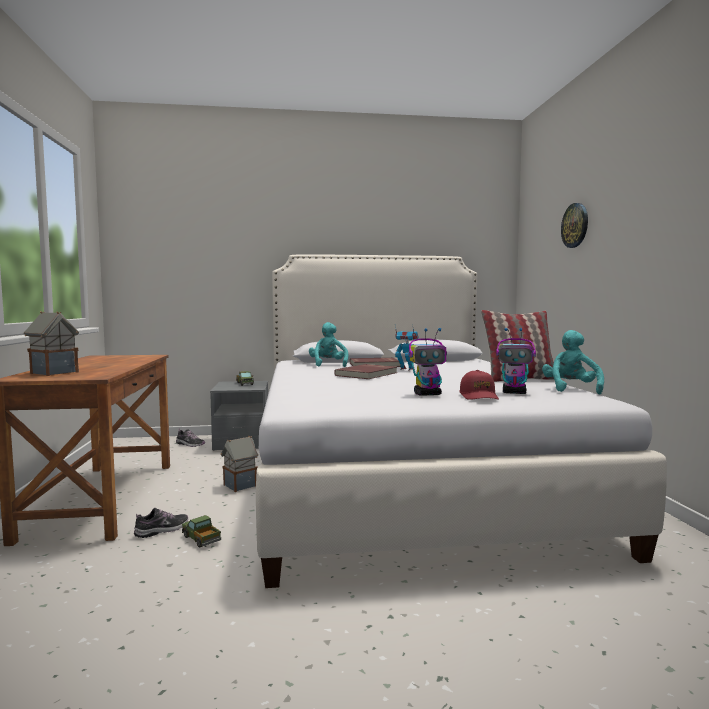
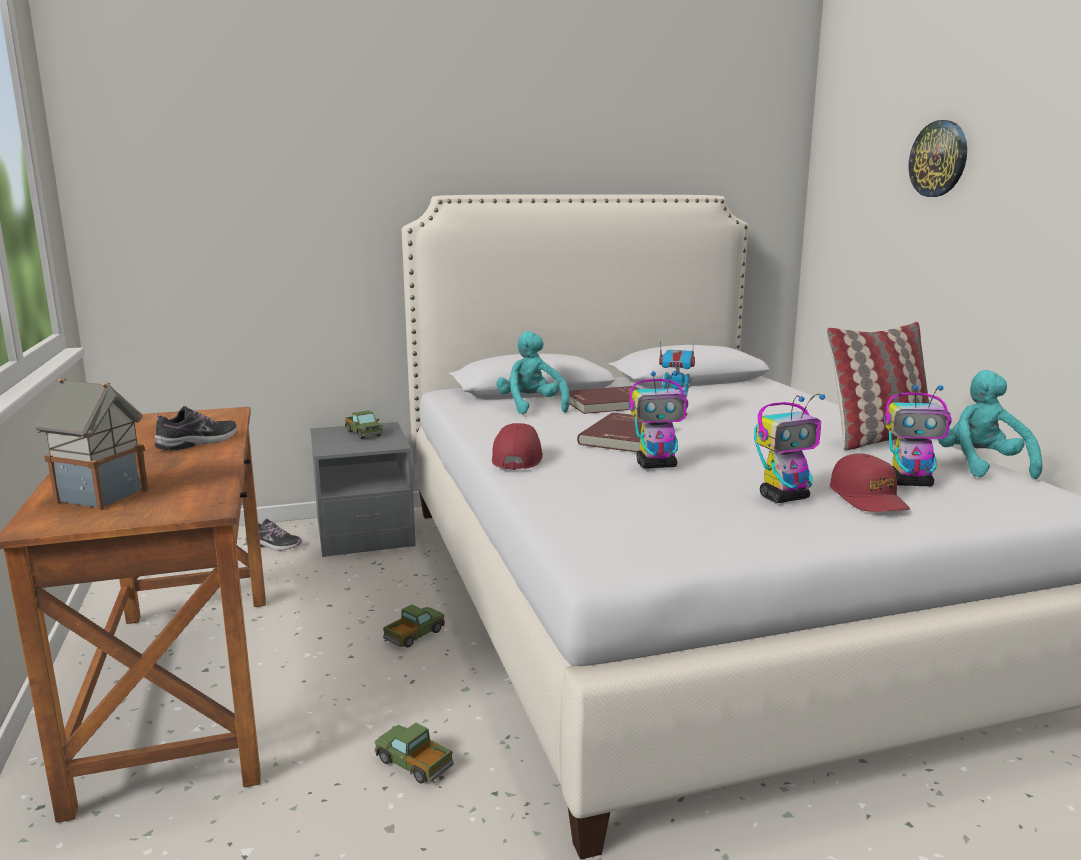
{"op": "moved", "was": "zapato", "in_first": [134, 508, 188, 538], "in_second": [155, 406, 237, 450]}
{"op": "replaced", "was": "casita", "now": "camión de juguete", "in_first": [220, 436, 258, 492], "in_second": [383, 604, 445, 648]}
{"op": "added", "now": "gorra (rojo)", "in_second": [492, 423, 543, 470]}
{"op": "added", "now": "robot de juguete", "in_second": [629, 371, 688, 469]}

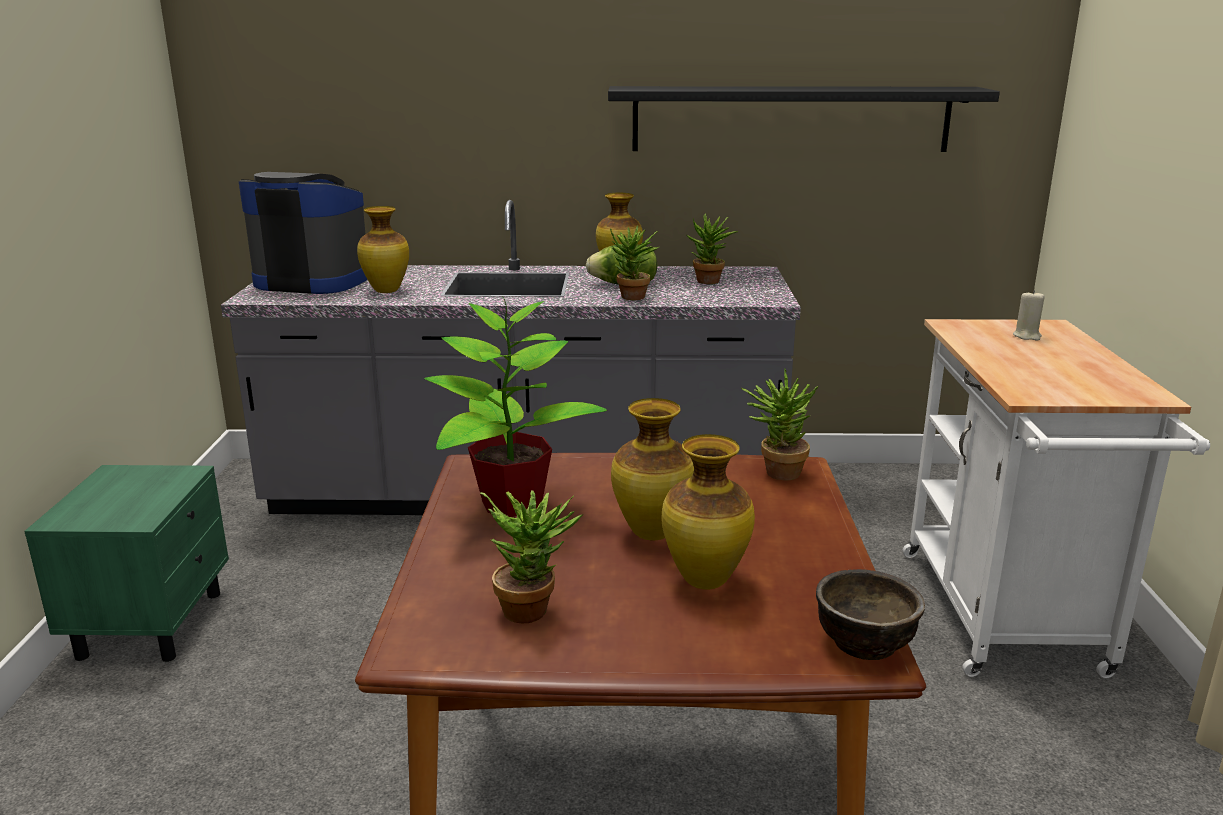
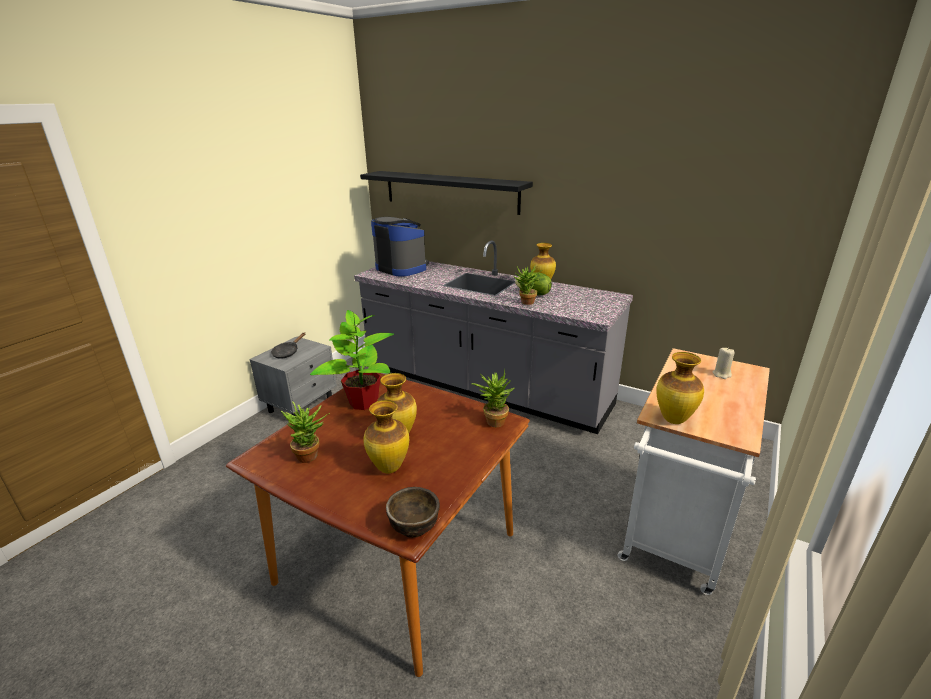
{"op": "recoloured", "was": "mesita de noche (verde)", "now": "mesita de noche (gris)", "in_first": [24, 465, 229, 662], "in_second": [250, 336, 337, 416]}
{"op": "added", "now": "sartén (negro)", "in_second": [271, 332, 305, 359]}
{"op": "moved", "was": "estante (negro)", "in_first": [608, 86, 1000, 152], "in_second": [360, 171, 533, 215]}
{"op": "moved", "was": "florero", "in_first": [357, 206, 409, 293], "in_second": [656, 352, 704, 424]}
{"op": "removed", "was": "planta en maceta", "in_first": [686, 214, 738, 284]}

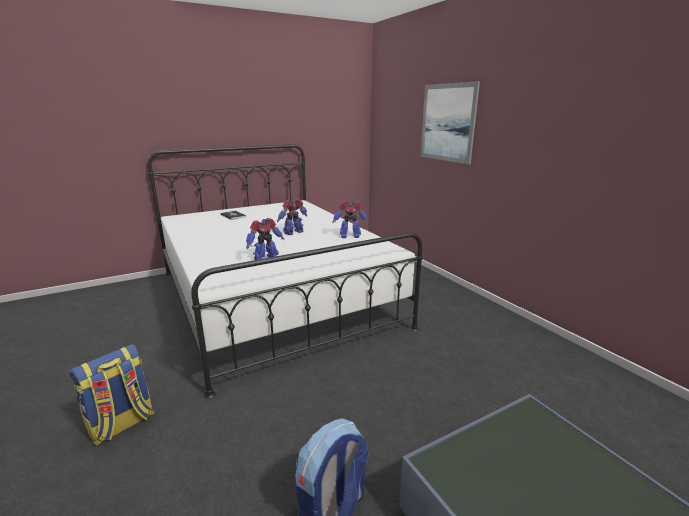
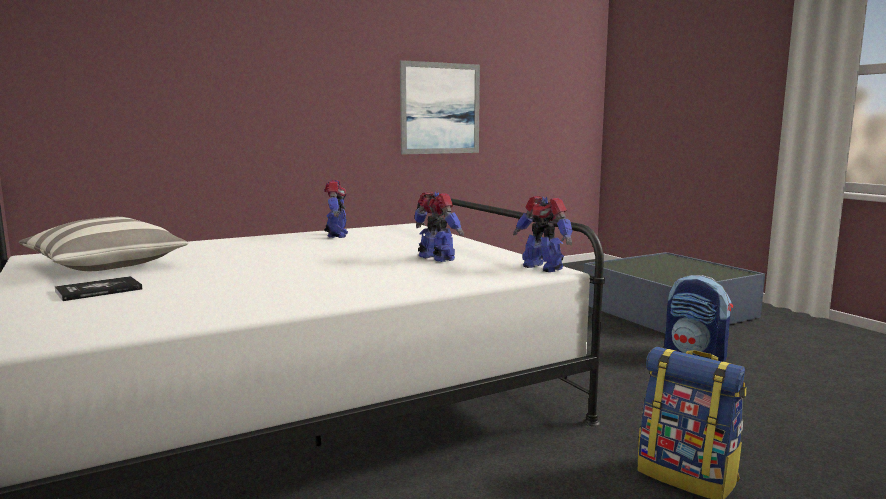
{"op": "added", "now": "cojín", "in_second": [19, 217, 189, 271]}
{"op": "moved", "was": "cuadro", "in_first": [420, 81, 480, 164], "in_second": [400, 60, 480, 155]}
{"op": "moved", "was": "robot de juguete", "in_first": [277, 199, 307, 235], "in_second": [513, 196, 573, 272]}

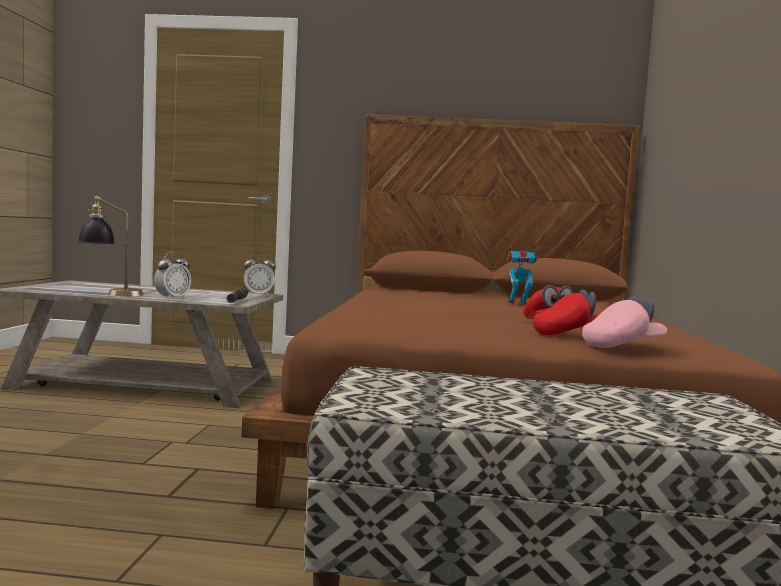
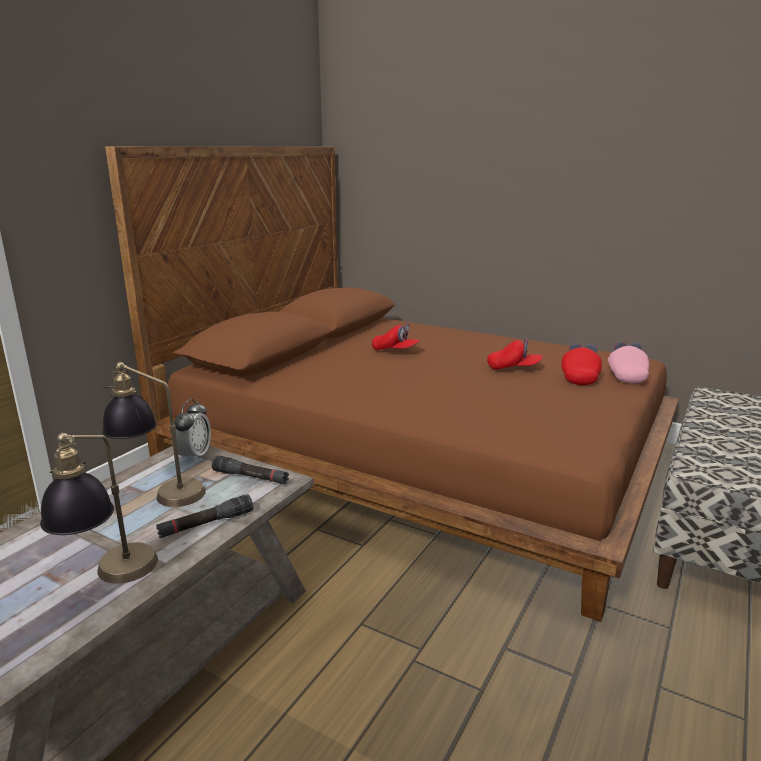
{"op": "added", "now": "lámpara de mesa", "in_second": [102, 362, 206, 507]}
{"op": "replaced", "was": "despertador", "now": "linterna (negro)", "in_first": [154, 252, 191, 300], "in_second": [156, 494, 253, 538]}
{"op": "replaced", "was": "robot de juguete", "now": "gorra (rojo)", "in_first": [507, 240, 538, 305], "in_second": [372, 323, 420, 351]}

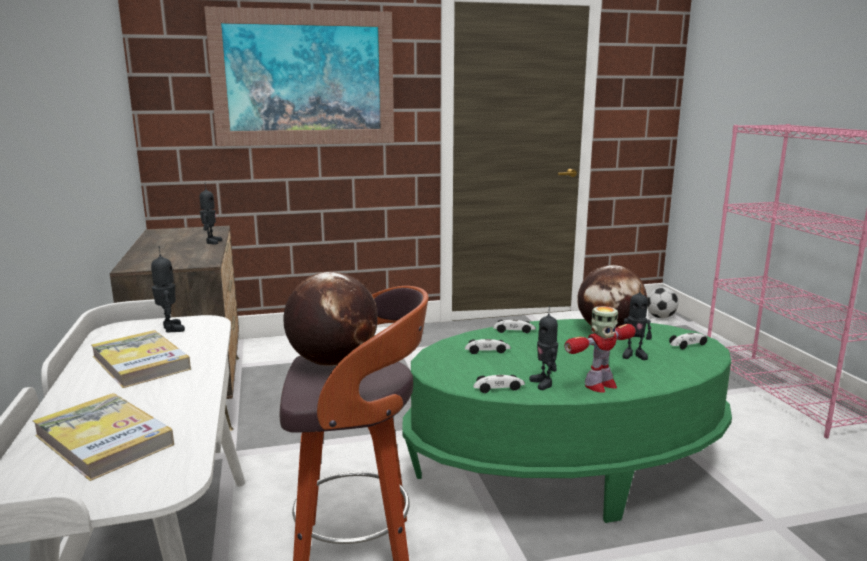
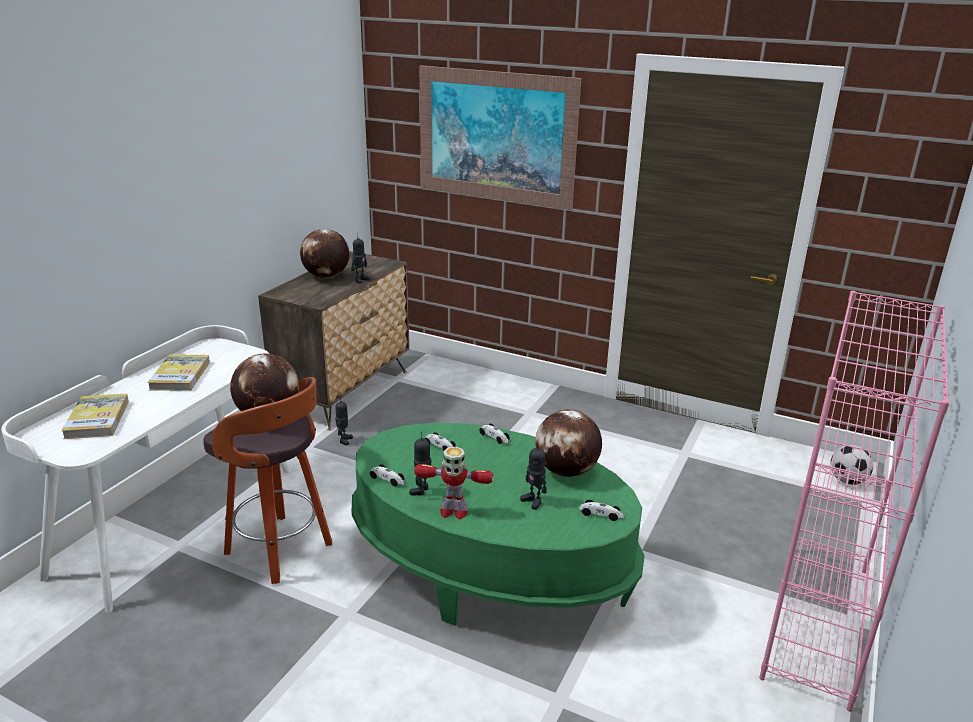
{"op": "added", "now": "globo terráqueo", "in_second": [300, 229, 350, 278]}
{"op": "moved", "was": "robot de juguete", "in_first": [151, 246, 185, 332], "in_second": [335, 396, 353, 445]}

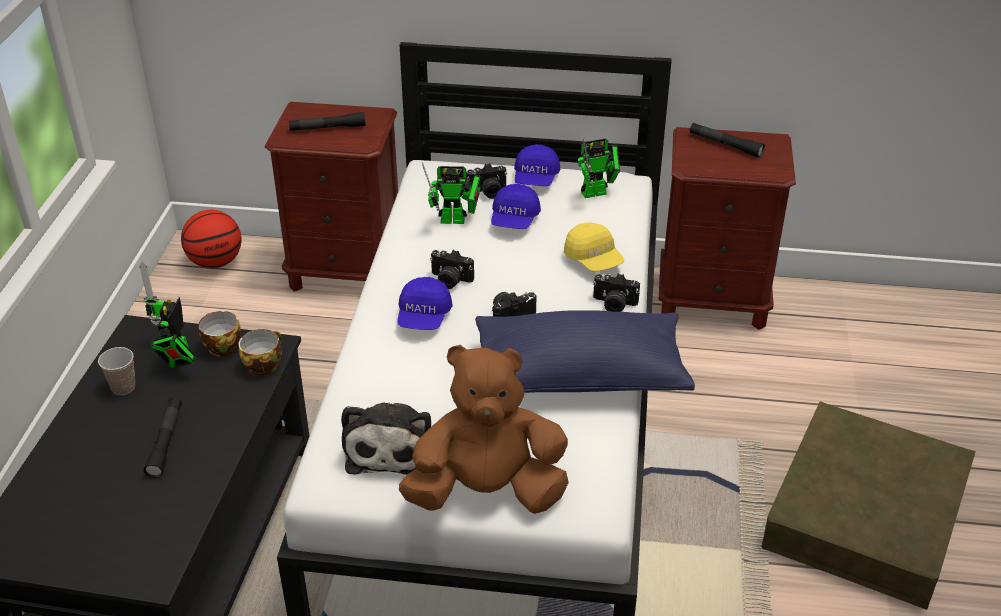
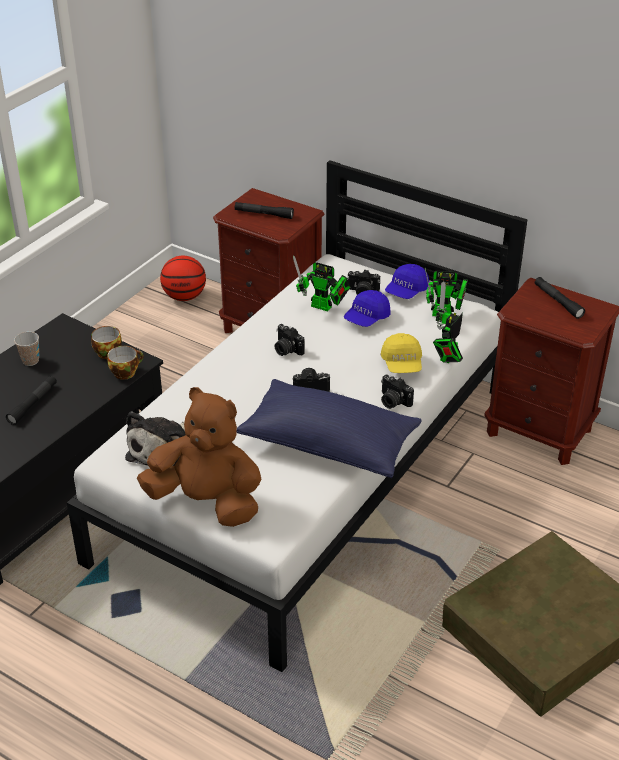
{"op": "moved", "was": "robot de juguete", "in_first": [140, 261, 197, 368], "in_second": [433, 281, 463, 363]}
{"op": "removed", "was": "gorra (azul)", "in_first": [397, 277, 453, 330]}

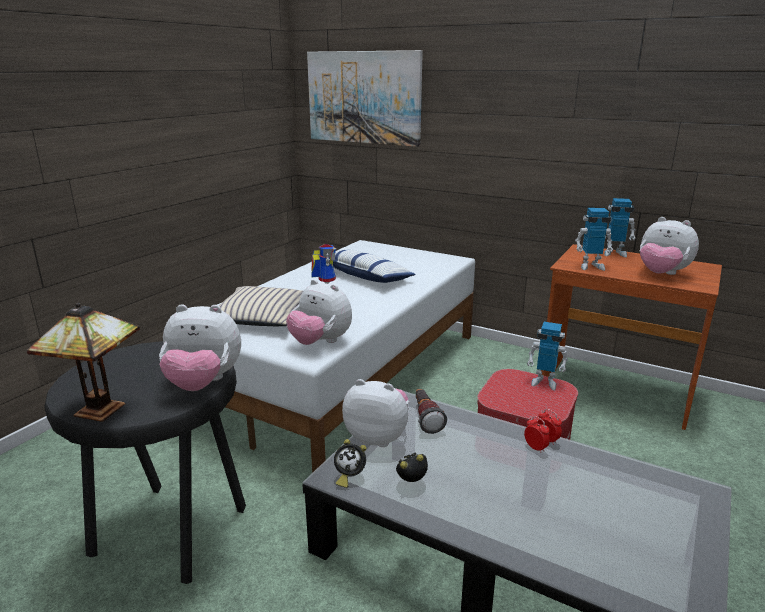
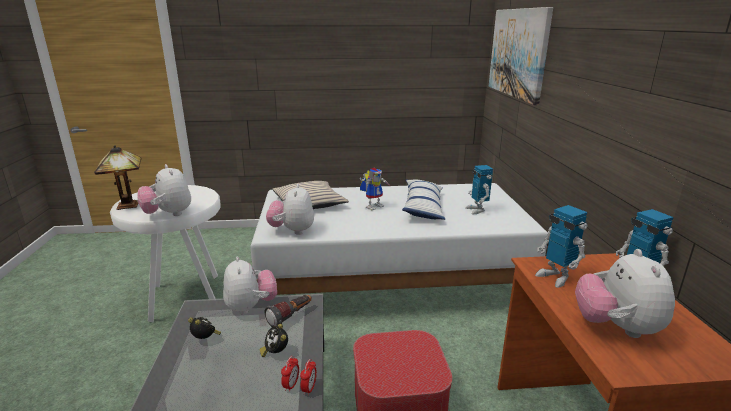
{"op": "recoloured", "was": "taburete (negro)", "now": "taburete (blanco)", "in_first": [44, 341, 246, 584], "in_second": [110, 185, 221, 322]}
{"op": "moved", "was": "despertador", "in_first": [334, 439, 366, 488], "in_second": [260, 324, 288, 357]}
{"op": "moved", "was": "robot de juguete", "in_first": [527, 322, 568, 390], "in_second": [465, 165, 493, 214]}

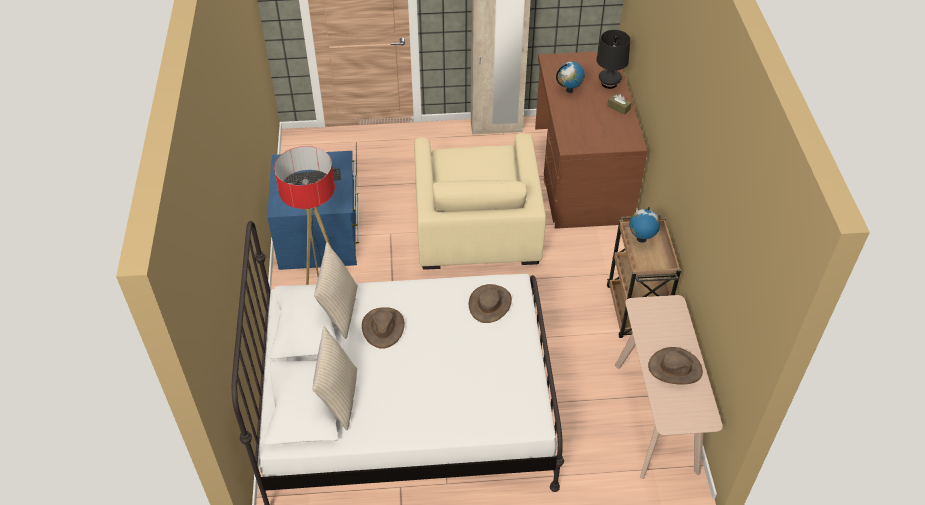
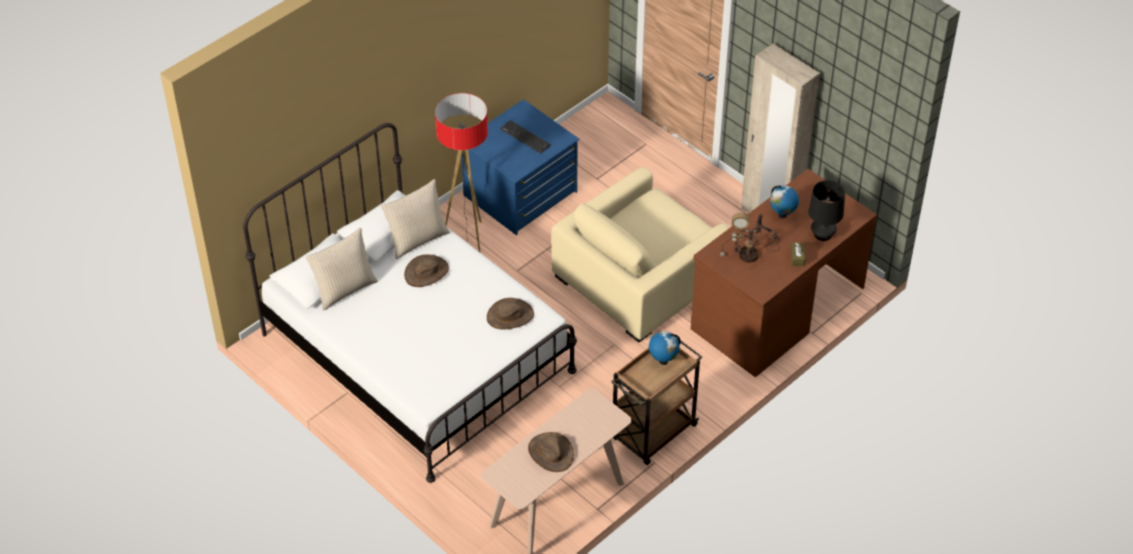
{"op": "added", "now": "lámpara de mesa", "in_second": [720, 213, 780, 263]}

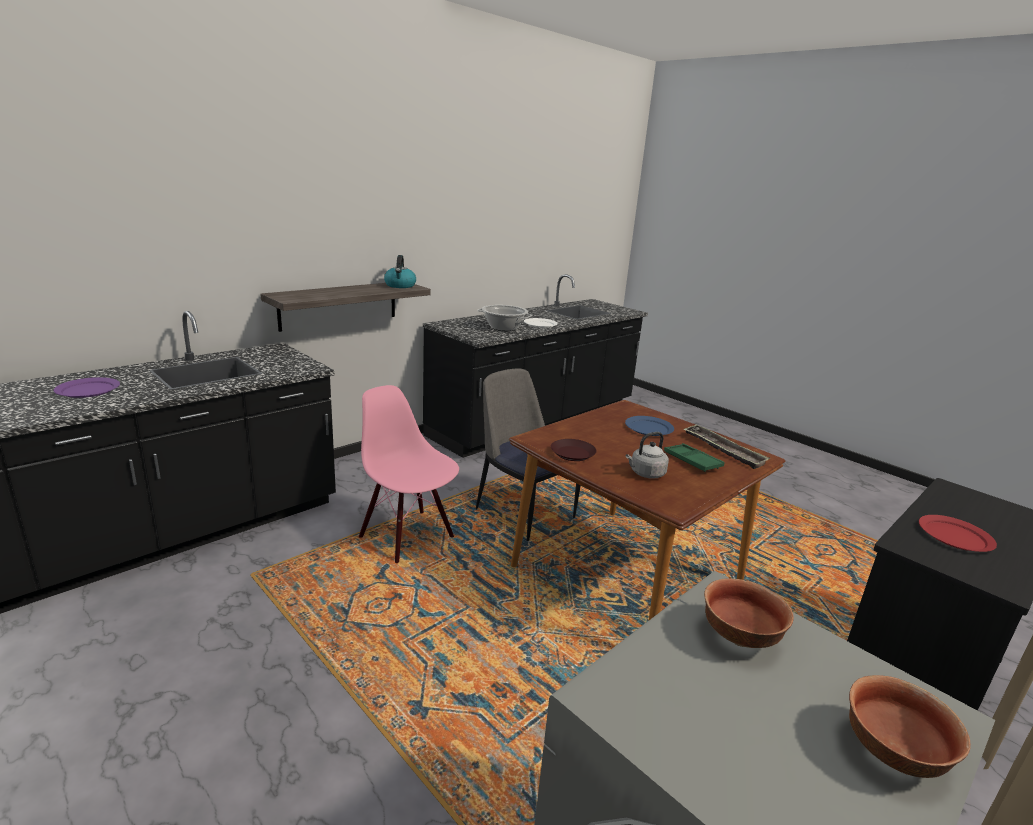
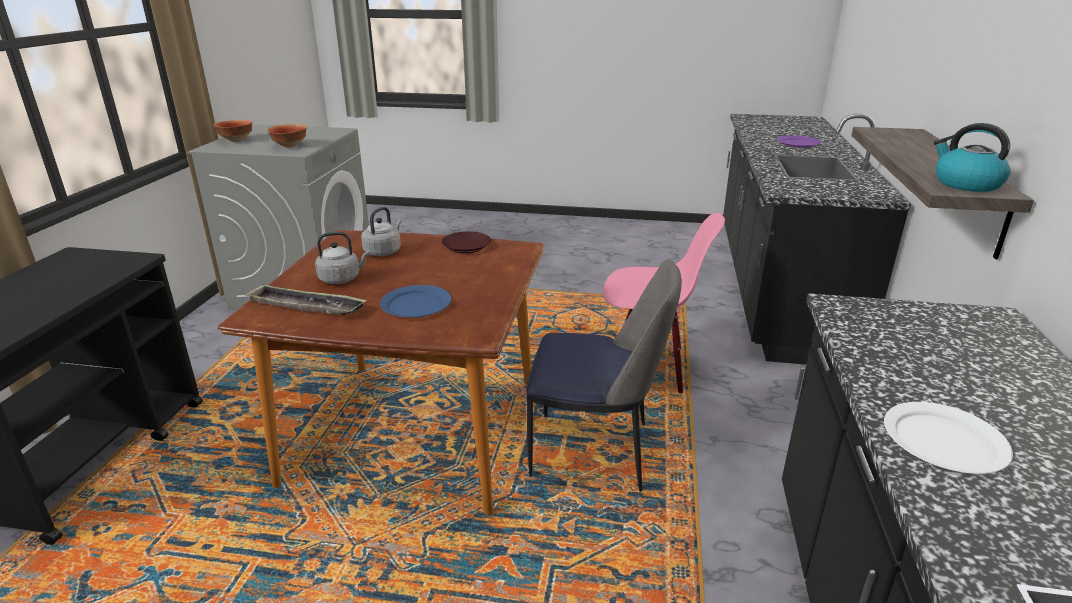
{"op": "replaced", "was": "bandeja (verde)", "now": "hervidor (gris)", "in_first": [664, 443, 725, 472], "in_second": [315, 232, 370, 284]}
{"op": "removed", "was": "olla", "in_first": [477, 305, 532, 331]}
{"op": "removed", "was": "plato (rojo)", "in_first": [919, 515, 997, 552]}

